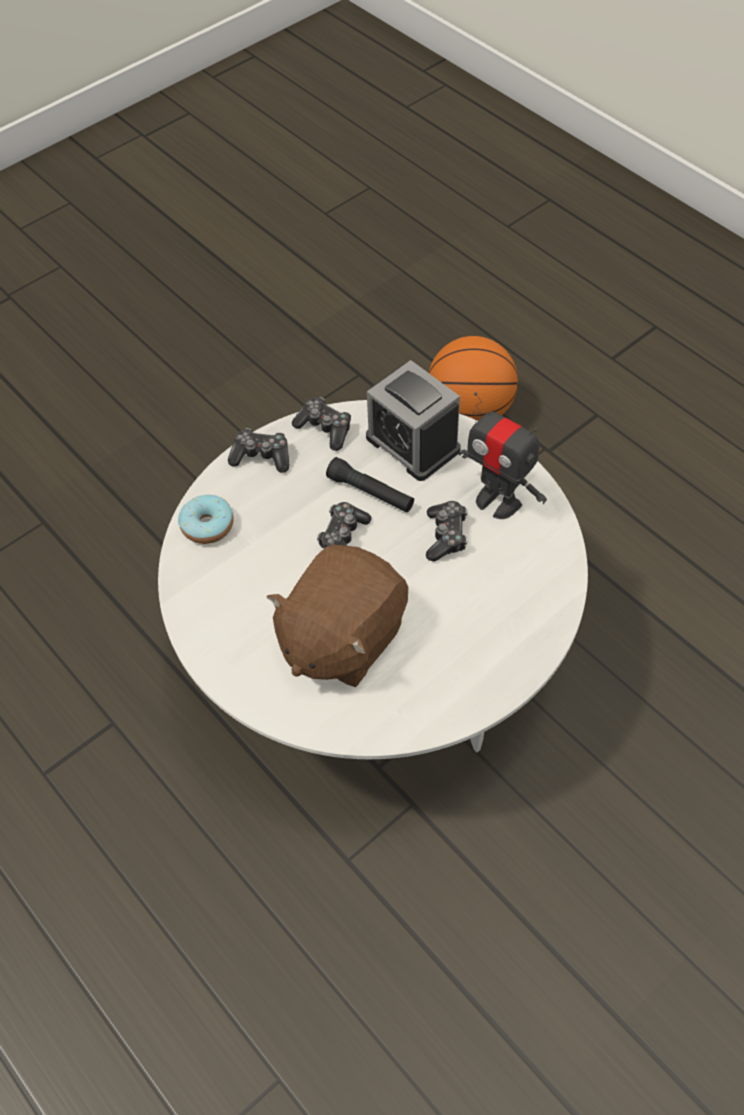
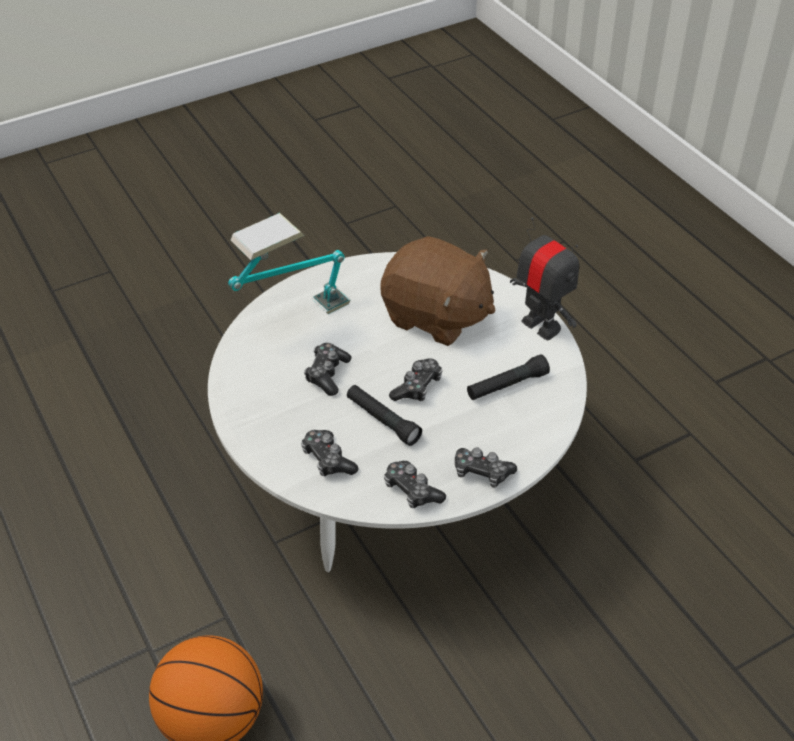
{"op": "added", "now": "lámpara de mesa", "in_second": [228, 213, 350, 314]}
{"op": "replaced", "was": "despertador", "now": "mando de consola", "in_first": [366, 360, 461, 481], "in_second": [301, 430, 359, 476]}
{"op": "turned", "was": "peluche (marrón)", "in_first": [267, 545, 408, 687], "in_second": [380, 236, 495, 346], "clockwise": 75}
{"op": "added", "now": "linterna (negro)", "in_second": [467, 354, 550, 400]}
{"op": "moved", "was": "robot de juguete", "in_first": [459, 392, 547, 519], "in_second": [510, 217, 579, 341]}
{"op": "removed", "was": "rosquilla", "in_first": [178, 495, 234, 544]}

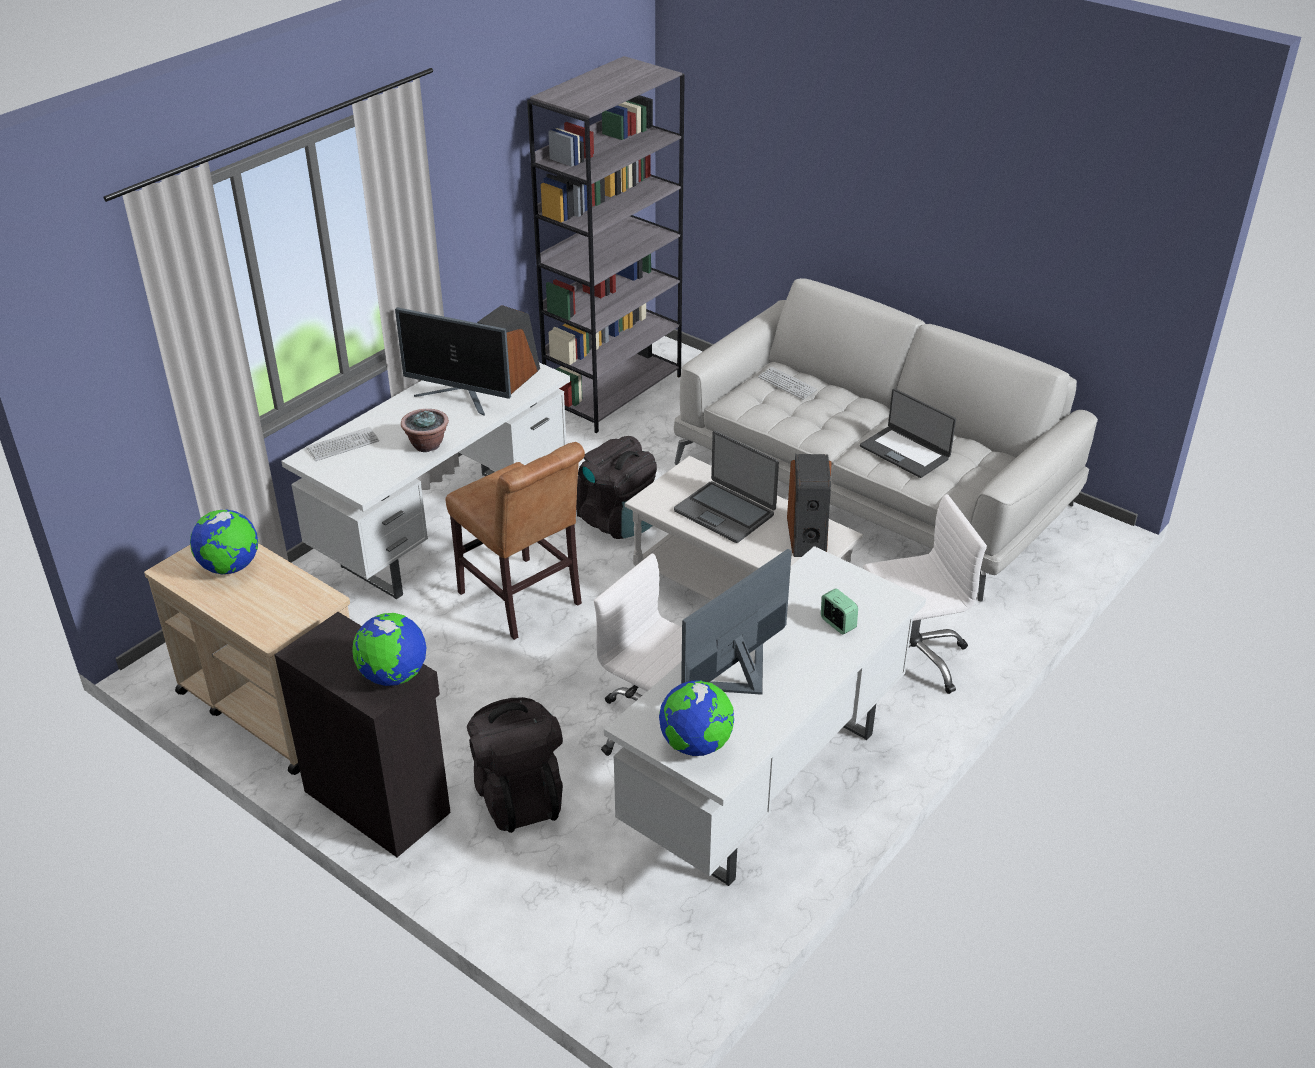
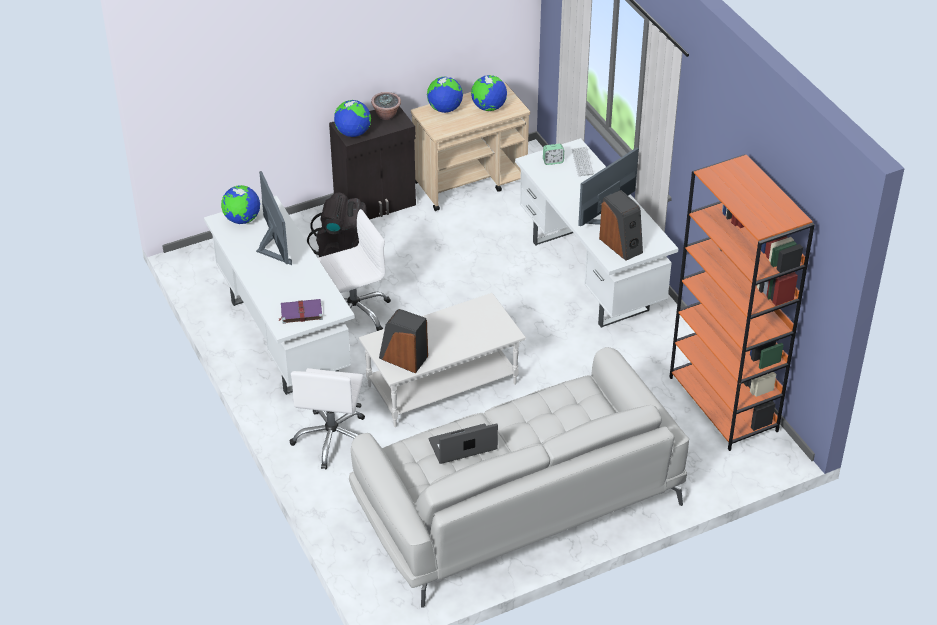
{"op": "added", "now": "libro (morado)", "in_second": [279, 299, 323, 324]}
{"op": "moved", "was": "planta en maceta", "in_first": [401, 409, 449, 452], "in_second": [371, 92, 401, 120]}
{"op": "added", "now": "globo terráqueo", "in_second": [427, 77, 463, 113]}
{"op": "moved", "was": "despertador", "in_first": [821, 588, 858, 634], "in_second": [543, 144, 564, 165]}
{"op": "recoloured", "was": "estantería (gris)", "now": "estantería (naranja)", "in_first": [527, 56, 685, 433], "in_second": [669, 154, 815, 451]}
{"op": "removed", "was": "silla (marrón)", "in_first": [445, 442, 585, 640]}
{"op": "removed", "was": "mochila (negro)", "in_first": [576, 436, 657, 539]}
{"op": "removed", "was": "portátil", "in_first": [674, 431, 779, 543]}
{"op": "removed", "was": "teclado", "in_first": [758, 367, 817, 400]}

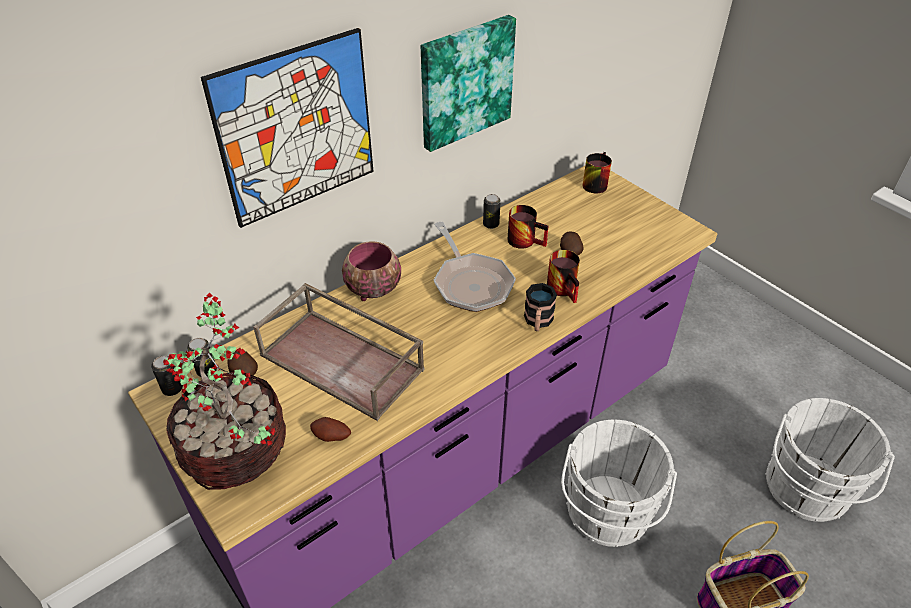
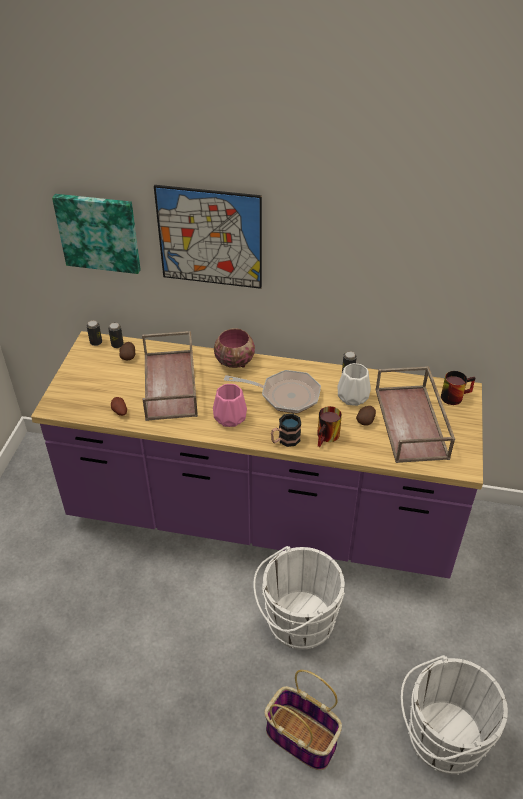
{"op": "moved", "was": "cuadro", "in_first": [421, 15, 516, 152], "in_second": [52, 194, 141, 274]}
{"op": "added", "now": "florero (rosa)", "in_second": [213, 384, 247, 427]}
{"op": "turned", "was": "sartén", "in_first": [434, 222, 516, 312], "in_second": [224, 370, 321, 413], "clockwise": -105}
{"op": "replaced", "was": "taza grande", "now": "florero (blanco)", "in_first": [507, 205, 549, 249], "in_second": [338, 363, 371, 406]}
{"op": "added", "now": "bandeja (marrón)", "in_second": [375, 366, 455, 463]}
{"op": "removed", "was": "planta en maceta", "in_first": [163, 293, 286, 490]}

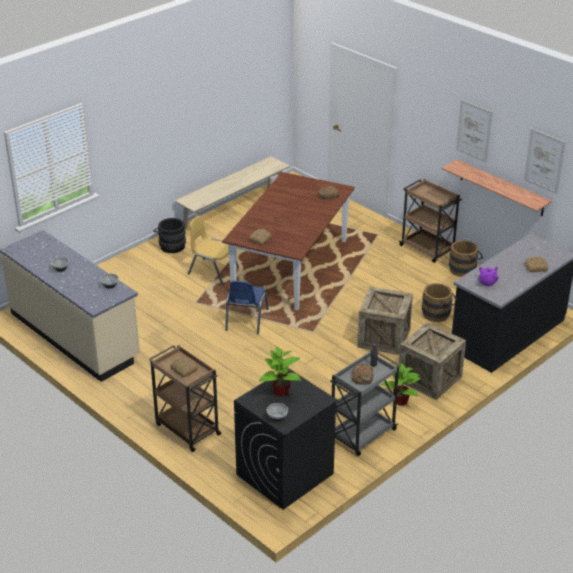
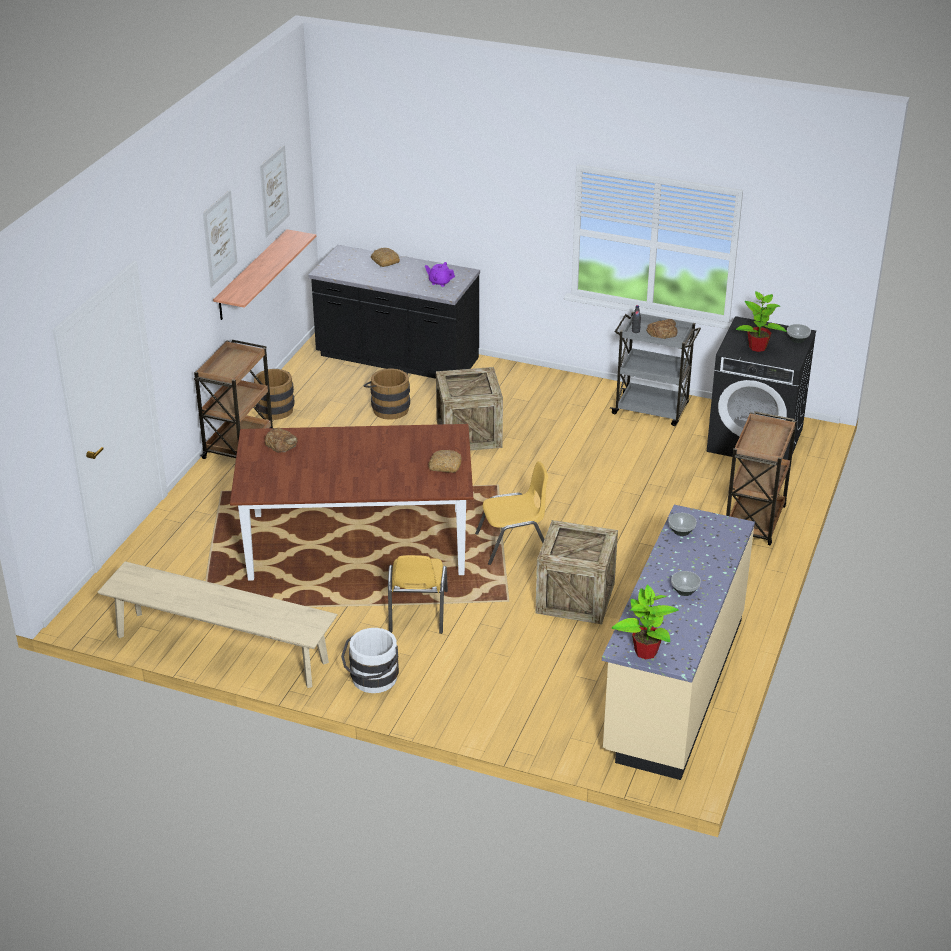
{"op": "recoloured", "was": "cubo (negro)", "now": "cubo (blanco)", "in_first": [153, 218, 186, 253], "in_second": [341, 628, 399, 693]}
{"op": "recoloured", "was": "silla (azul)", "now": "silla (amarillo)", "in_first": [225, 281, 269, 334], "in_second": [475, 461, 548, 565]}
{"op": "moved", "was": "caja de embalaje", "in_first": [399, 322, 466, 400], "in_second": [535, 520, 618, 624]}
{"op": "moved", "was": "planta en maceta", "in_first": [381, 363, 421, 406], "in_second": [612, 585, 679, 659]}
{"op": "removed", "was": "pan", "in_first": [170, 357, 198, 377]}

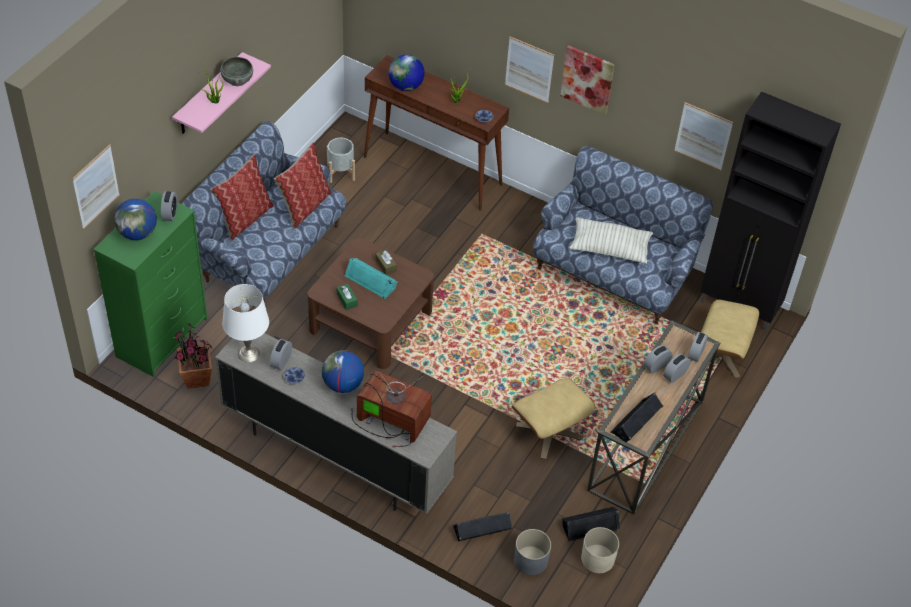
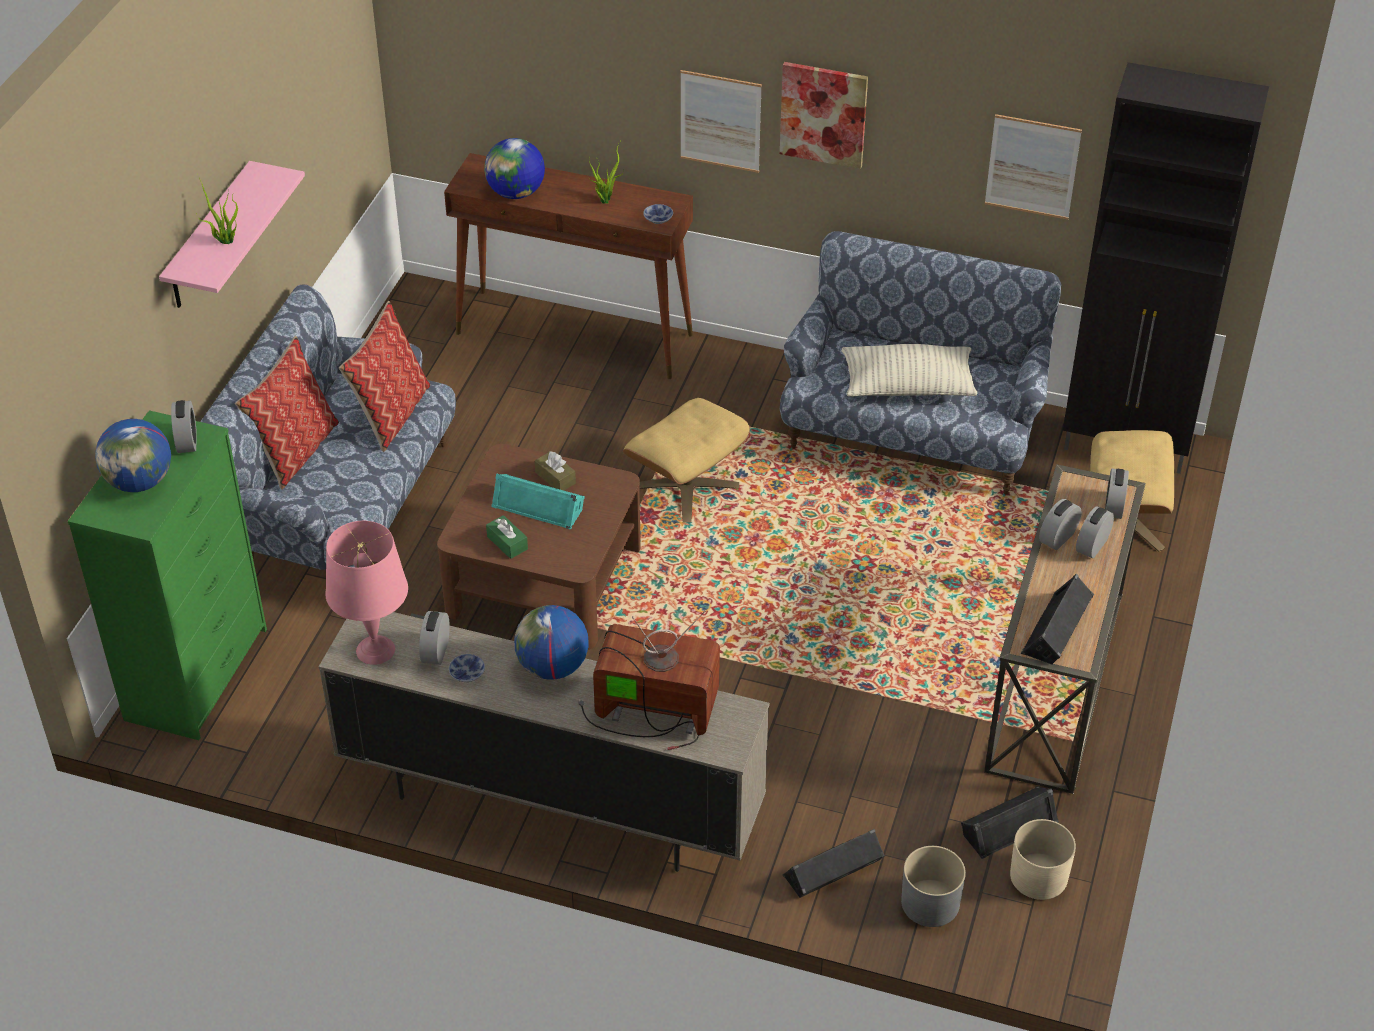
{"op": "recoloured", "was": "lámpara de mesa (blanco)", "now": "lámpara de mesa (rosa)", "in_first": [222, 284, 269, 363], "in_second": [325, 521, 408, 665]}
{"op": "moved", "was": "puf (beis)", "in_first": [511, 378, 595, 459], "in_second": [623, 398, 750, 522]}
{"op": "removed", "was": "cuadro", "in_first": [72, 144, 120, 229]}
{"op": "removed", "was": "planta en maceta", "in_first": [174, 324, 212, 389]}
{"op": "removed", "was": "cuenco (gris)", "in_first": [220, 56, 253, 86]}
{"op": "removed", "was": "maceta (gris)", "in_first": [327, 137, 355, 183]}

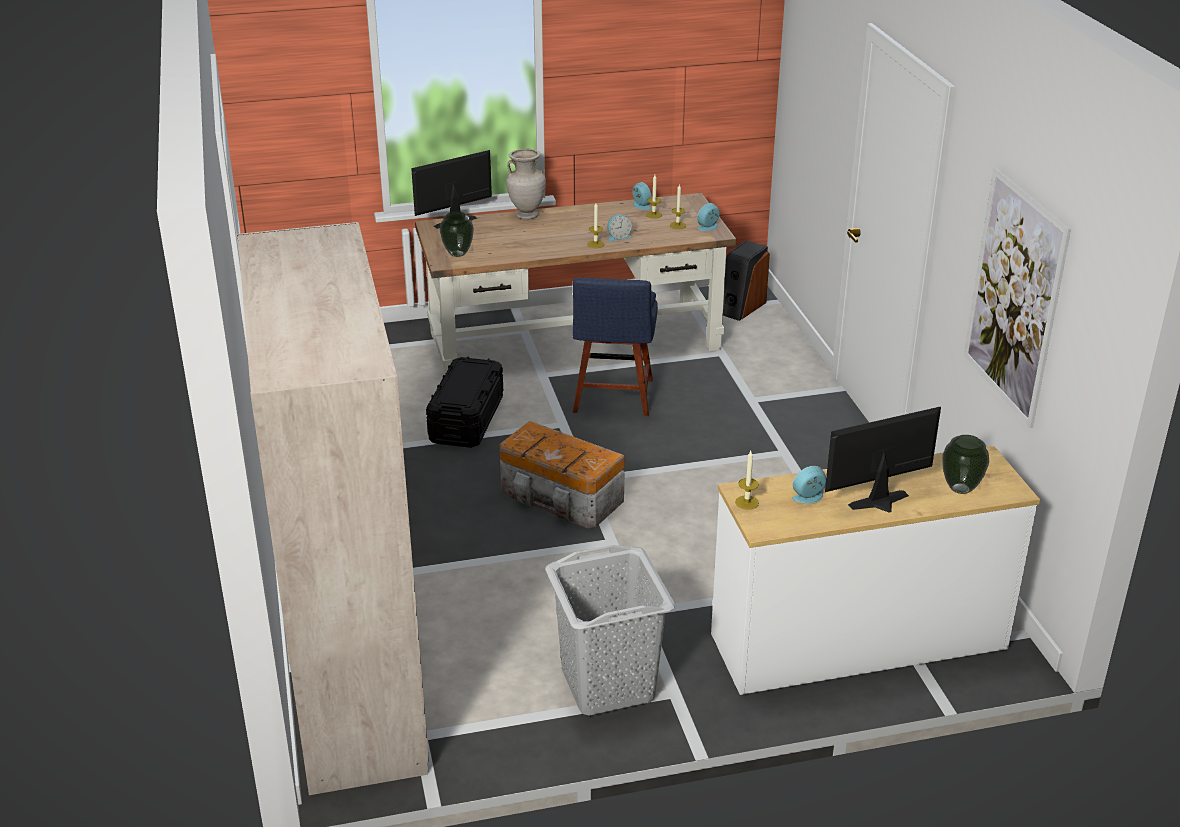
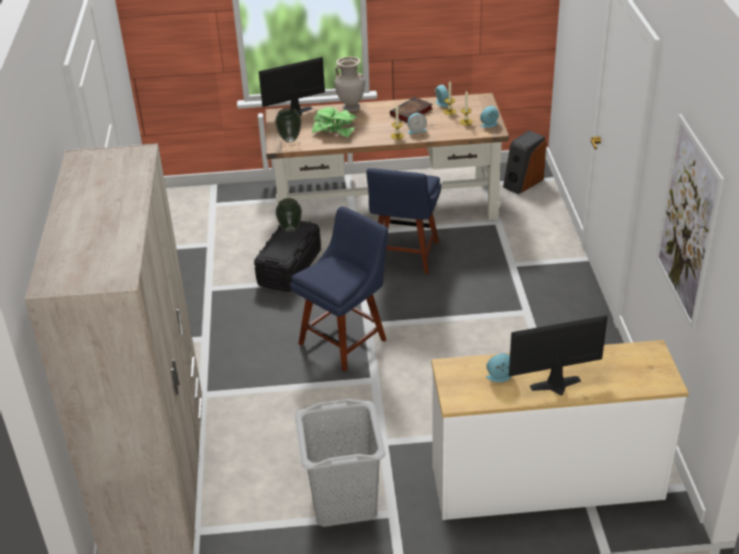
{"op": "moved", "was": "florero", "in_first": [942, 435, 989, 494], "in_second": [276, 198, 302, 232]}
{"op": "replaced", "was": "caja de almacenaje", "now": "silla (azul)", "in_first": [499, 421, 625, 528], "in_second": [290, 206, 388, 372]}
{"op": "added", "now": "planta en maceta", "in_second": [312, 107, 357, 138]}
{"op": "added", "now": "libro", "in_second": [390, 97, 433, 122]}
{"op": "removed", "was": "vela", "in_first": [735, 451, 759, 510]}

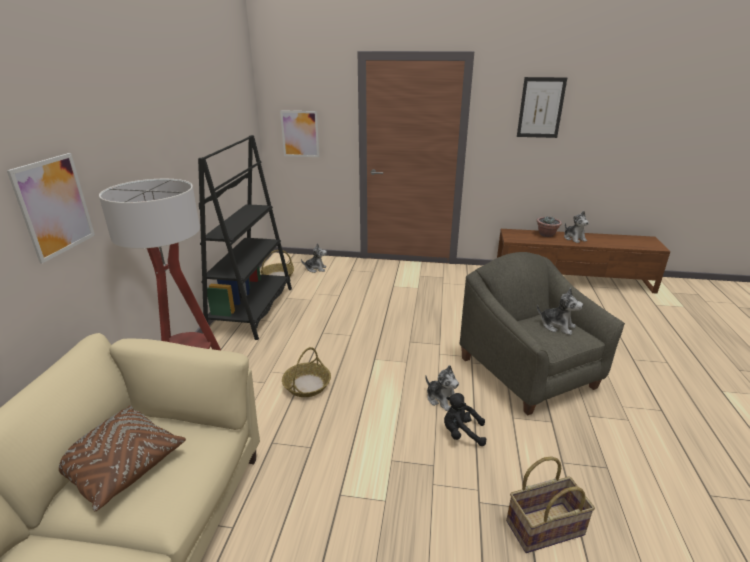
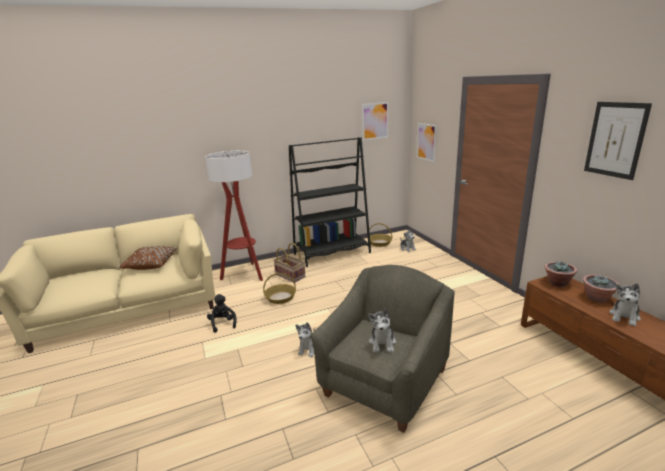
{"op": "moved", "was": "peluche (negro)", "in_first": [444, 393, 487, 446], "in_second": [207, 294, 237, 333]}
{"op": "moved", "was": "cesta", "in_first": [506, 456, 595, 553], "in_second": [274, 243, 305, 282]}
{"op": "moved", "was": "cuadro", "in_first": [7, 153, 95, 264], "in_second": [362, 102, 388, 141]}
{"op": "added", "now": "planta en maceta", "in_second": [544, 261, 577, 287]}

